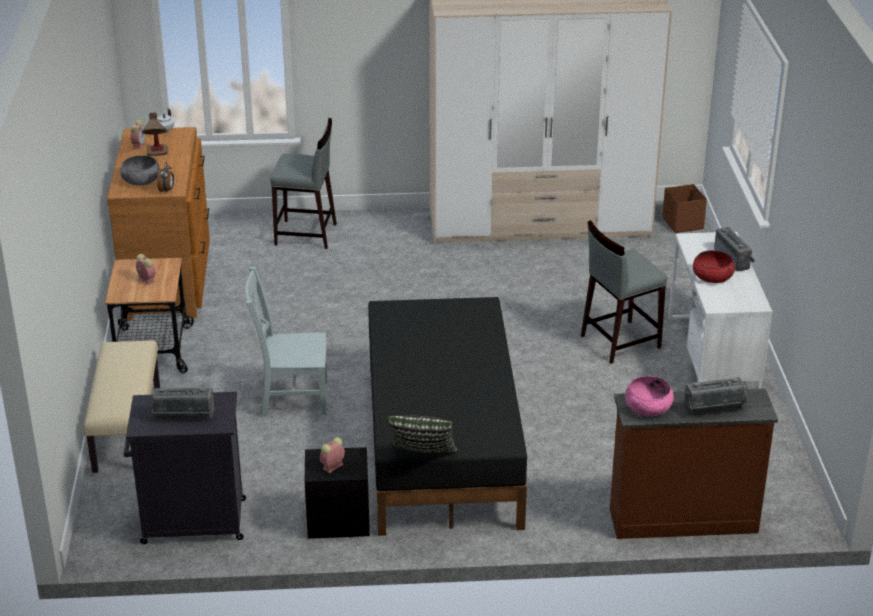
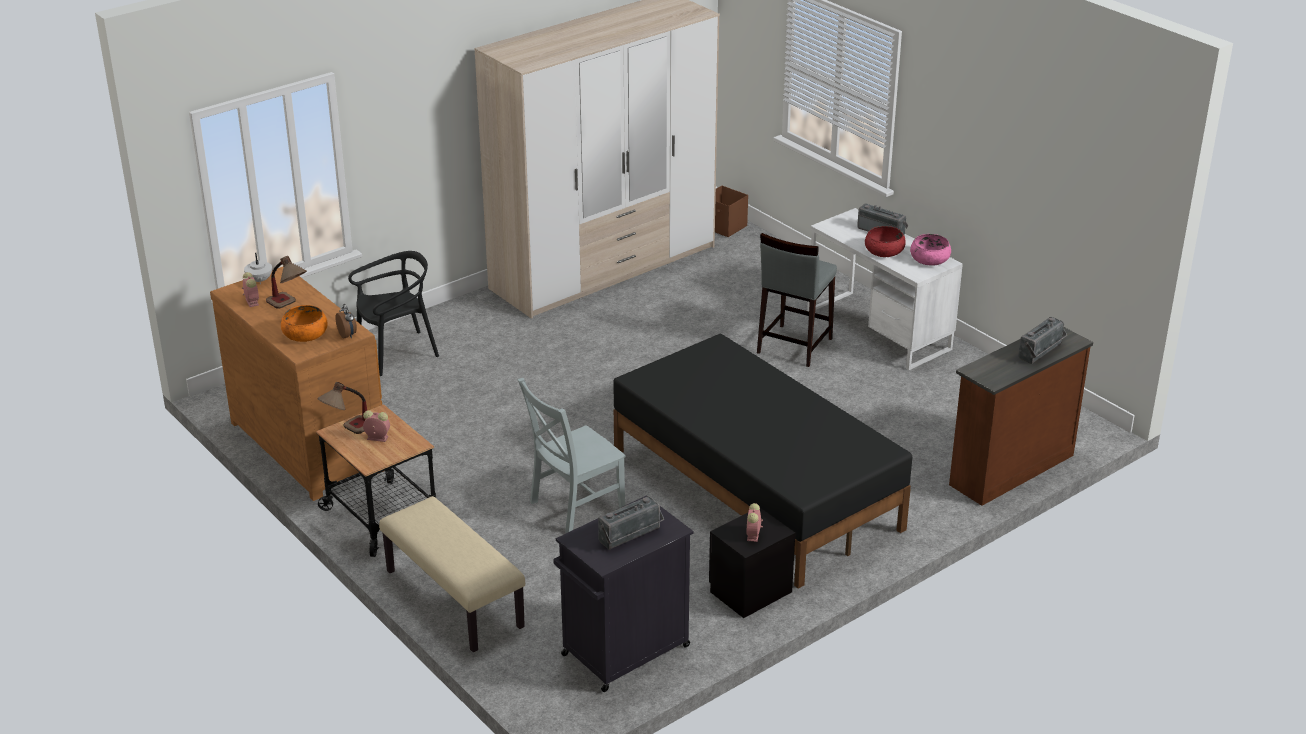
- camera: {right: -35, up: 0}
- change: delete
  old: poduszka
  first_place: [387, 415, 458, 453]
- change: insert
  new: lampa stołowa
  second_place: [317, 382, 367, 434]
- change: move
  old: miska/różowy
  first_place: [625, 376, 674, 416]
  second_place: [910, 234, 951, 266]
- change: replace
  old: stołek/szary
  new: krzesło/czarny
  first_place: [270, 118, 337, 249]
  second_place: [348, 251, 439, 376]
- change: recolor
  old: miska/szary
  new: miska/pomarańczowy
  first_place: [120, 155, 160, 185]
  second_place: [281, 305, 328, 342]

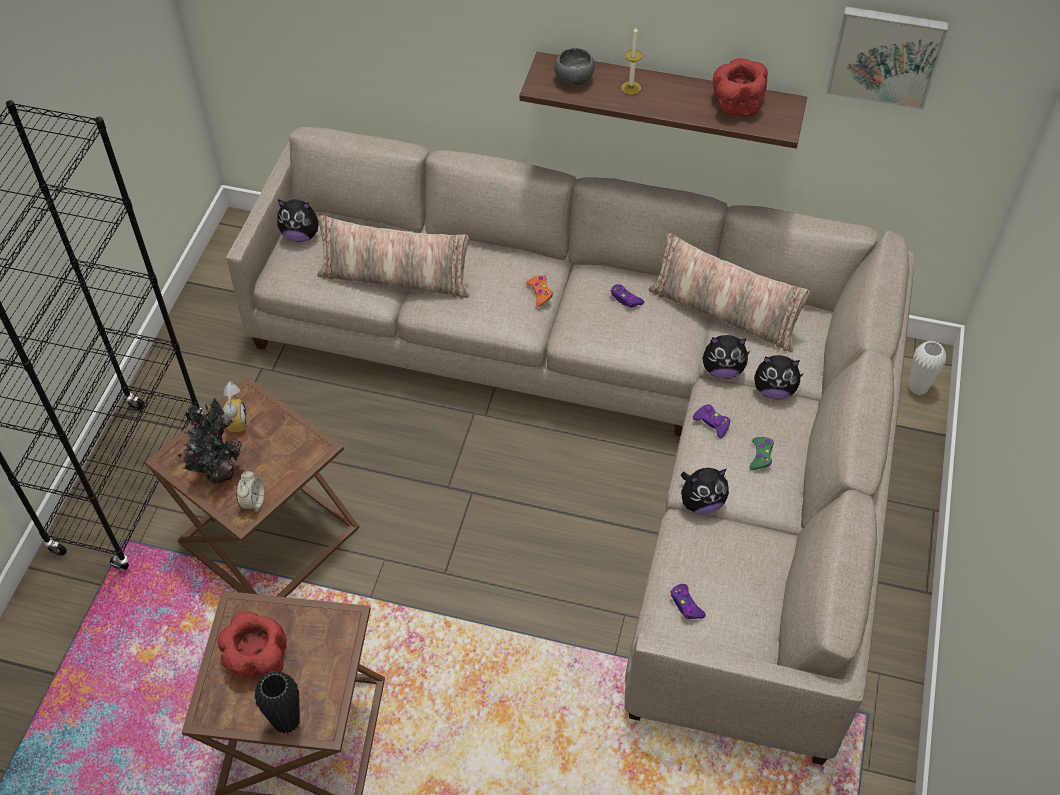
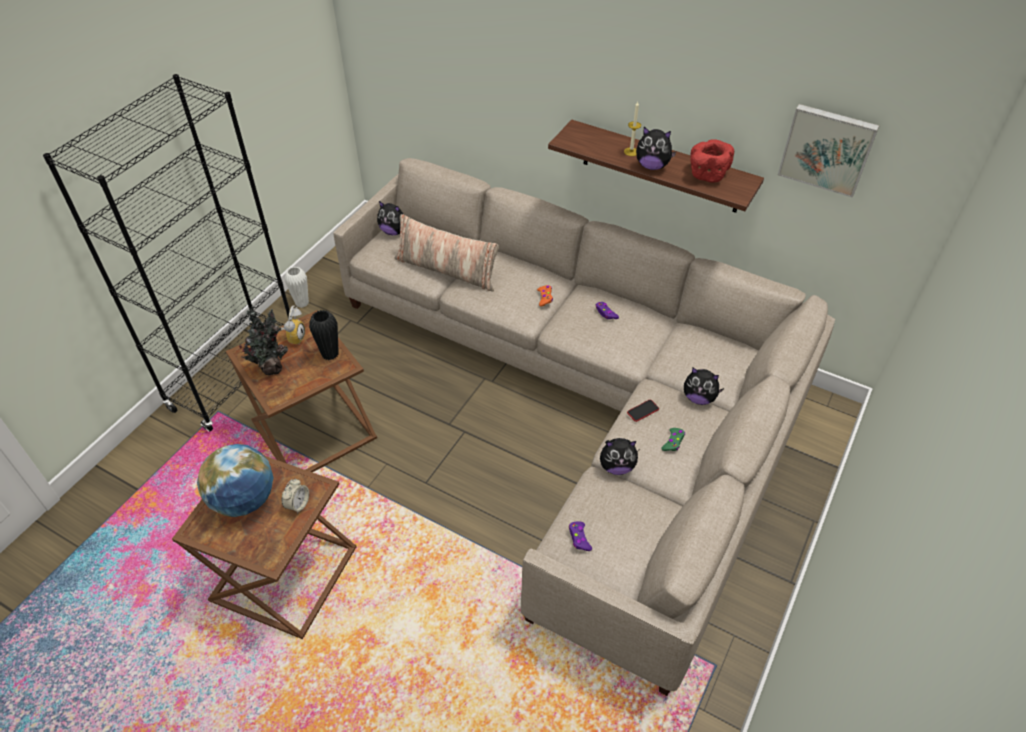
- camera: {right: 15, up: -5}
- change: delete
  old: miska/szary
  first_place: [554, 48, 594, 85]
- change: delete
  old: poduszka
  first_place: [649, 233, 810, 352]
- change: move
  old: budzik
  first_place: [236, 471, 265, 512]
  second_place: [282, 479, 309, 514]
- change: move
  old: wazon/czarny
  first_place: [254, 672, 300, 734]
  second_place: [309, 310, 339, 360]
- change: move
  old: pluszak
  first_place: [703, 335, 750, 379]
  second_place: [636, 127, 677, 170]
- change: move
  old: wazon/biały
  first_place: [909, 341, 946, 395]
  second_place: [285, 267, 309, 308]
- change: replace
  old: miska/czerwony
  new: globus
  first_place: [217, 611, 287, 677]
  second_place: [197, 444, 274, 517]
- change: replace
  old: pad do gier/fioletowy
  new: telefon
  first_place: [693, 404, 731, 438]
  second_place: [627, 400, 659, 422]

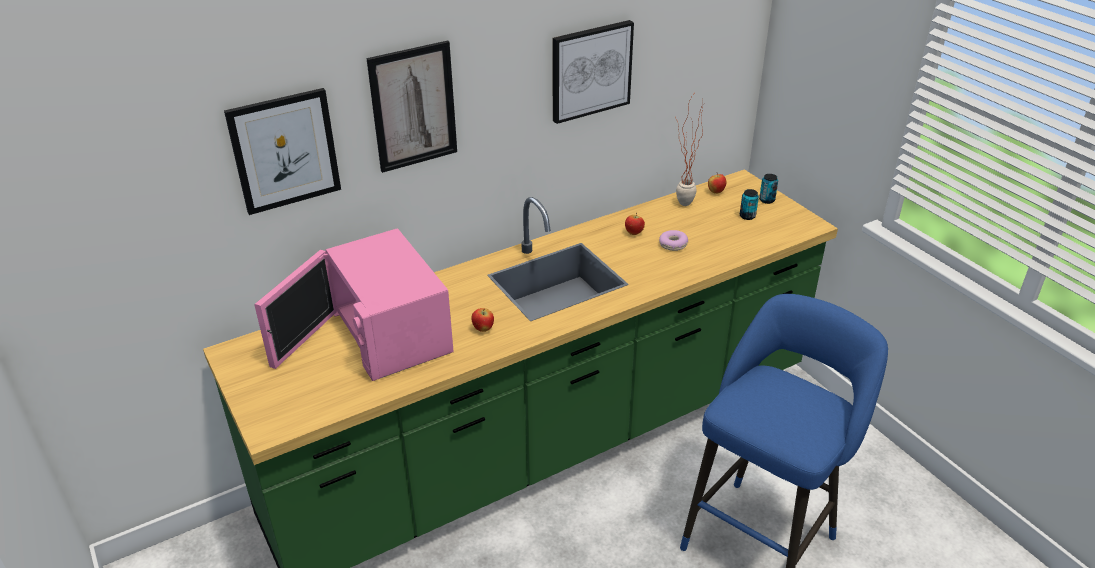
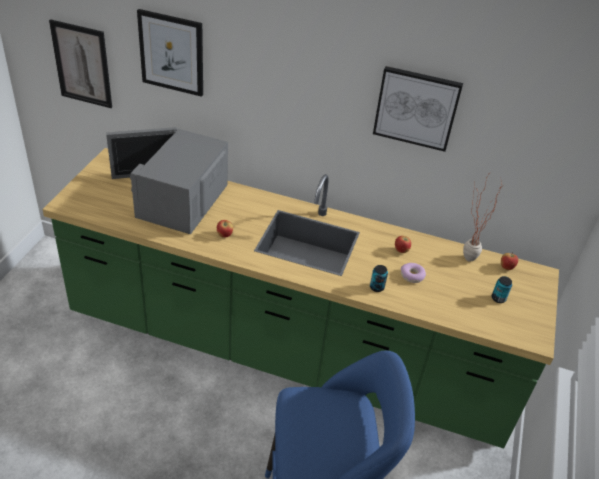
- camera: {right: 45, up: 5}
- change: move
  old: obraz
  first_place: [366, 40, 457, 173]
  second_place: [49, 19, 112, 108]
- change: move
  old: puszka
  first_place: [759, 174, 778, 204]
  second_place: [370, 265, 388, 292]
- change: recolor
  old: mikrofalówka/różowy
  new: mikrofalówka/szary
  first_place: [254, 228, 454, 381]
  second_place: [106, 127, 228, 234]

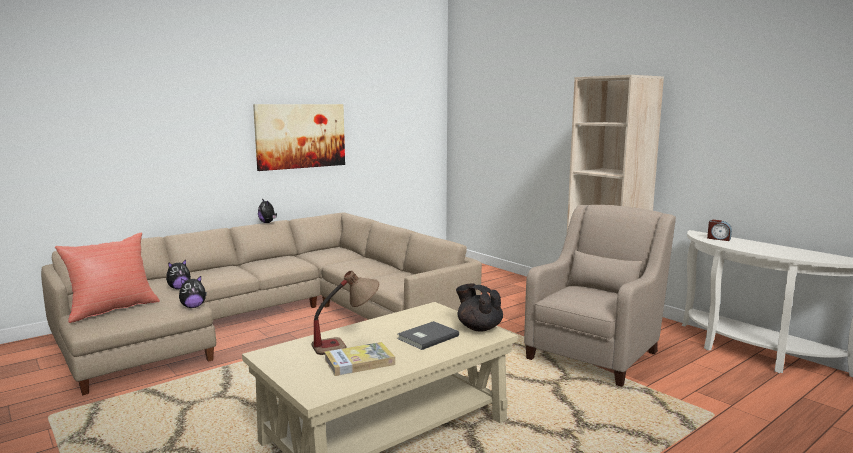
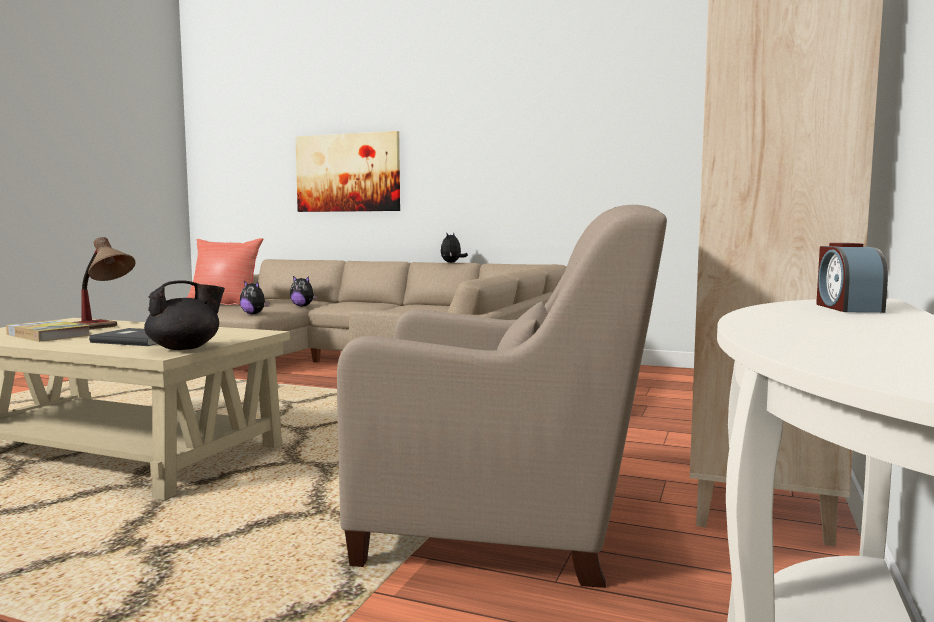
- camera: {right: 60, up: -5}
- change: move
  old: obraz
  first_place: [253, 104, 345, 171]
  second_place: [295, 131, 400, 212]
- change: rotate
  old: imbryk/czarny
  first_place: [456, 283, 503, 332]
  second_place: [144, 280, 225, 350]
  degrees: 45

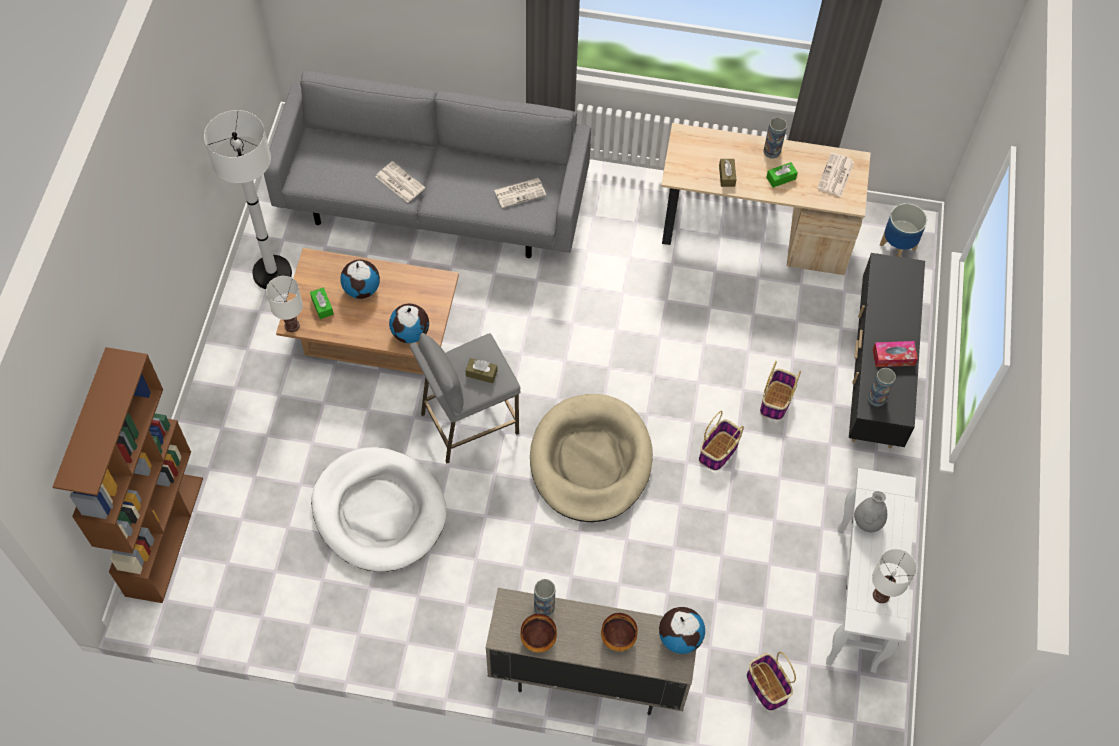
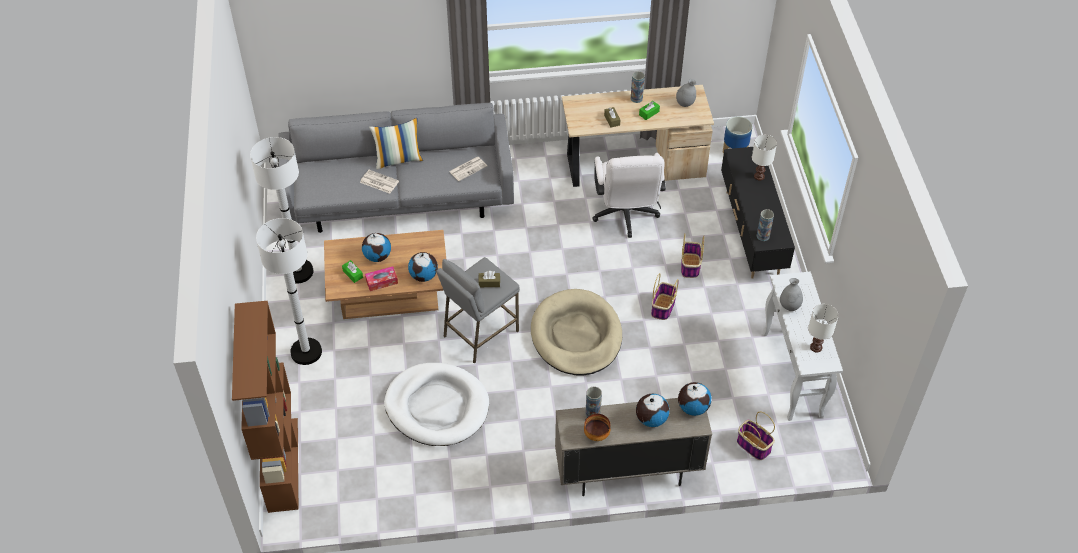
- camera: {right: -15, up: -10}
- change: insert
  new: lampa stojąca/biały
  second_place: [256, 218, 322, 365]
- change: insert
  new: poduszka
  second_place: [369, 118, 423, 169]
- change: insert
  new: krzesło biurowe/biały
  second_place: [592, 153, 666, 238]
- change: move
  old: lampa stołowa/biały
  first_place: [266, 276, 303, 332]
  second_place: [752, 135, 777, 181]
- change: move
  old: pudełko chusteczek
  first_place: [873, 341, 918, 367]
  second_place: [365, 266, 398, 291]
- change: replace
  old: miska
  new: globus
  first_place: [601, 613, 638, 652]
  second_place: [636, 394, 670, 427]
- change: replace
  old: gazeta
  new: wazon/szary
  first_place: [817, 153, 854, 197]
  second_place: [676, 79, 696, 107]

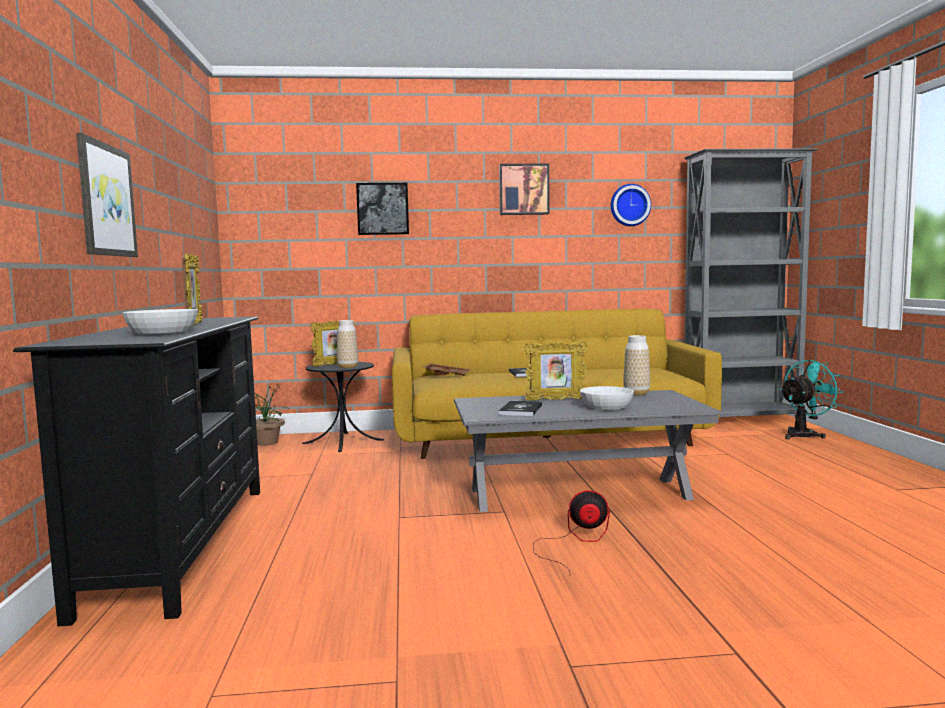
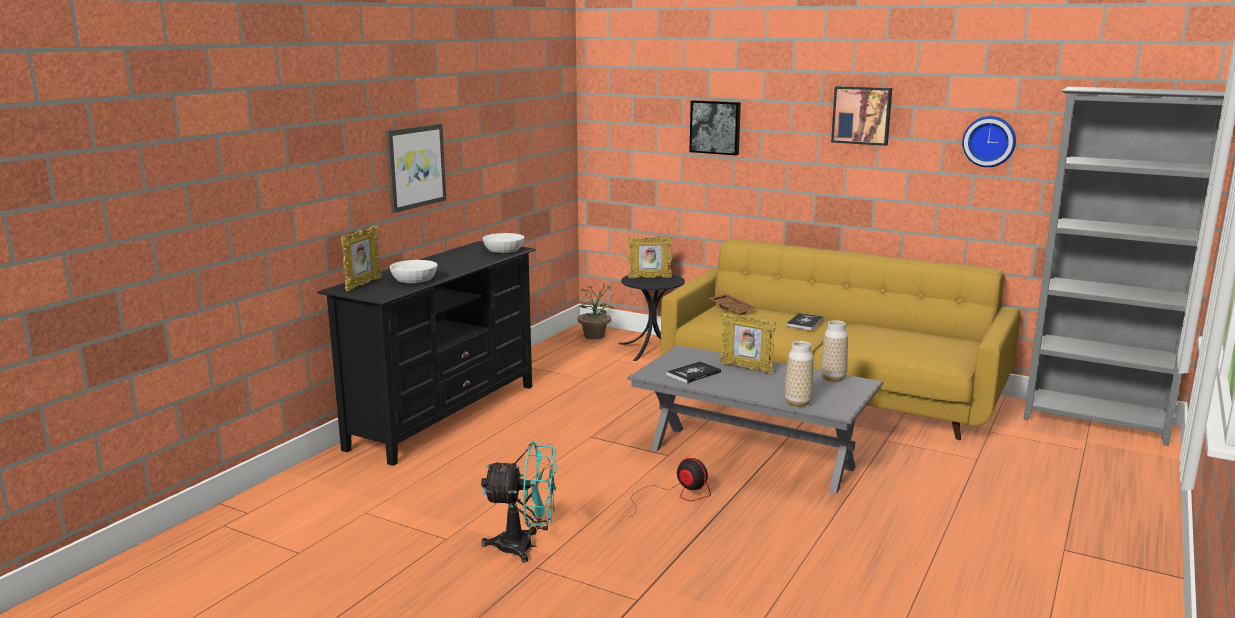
- camera: {right: 35, up: 10}
- change: move
  old: ramka na zdjęcie
  first_place: [182, 254, 203, 325]
  second_place: [341, 225, 382, 291]
- change: move
  old: wazon
  first_place: [337, 320, 358, 368]
  second_place: [785, 341, 813, 407]
- change: move
  old: miska/biały
  first_place: [580, 386, 634, 410]
  second_place: [483, 233, 524, 253]
- change: move
  old: wentylator/turkusowy
  first_place: [780, 360, 844, 439]
  second_place: [481, 441, 557, 563]

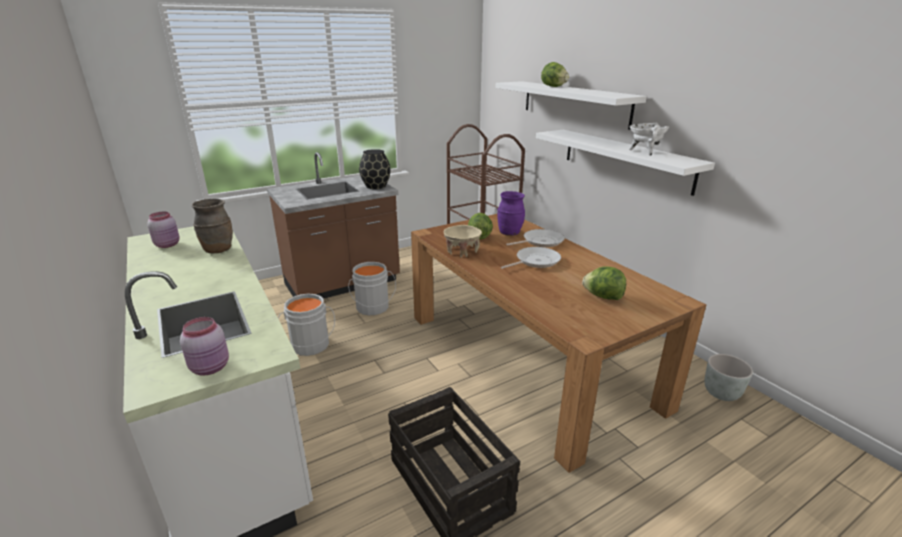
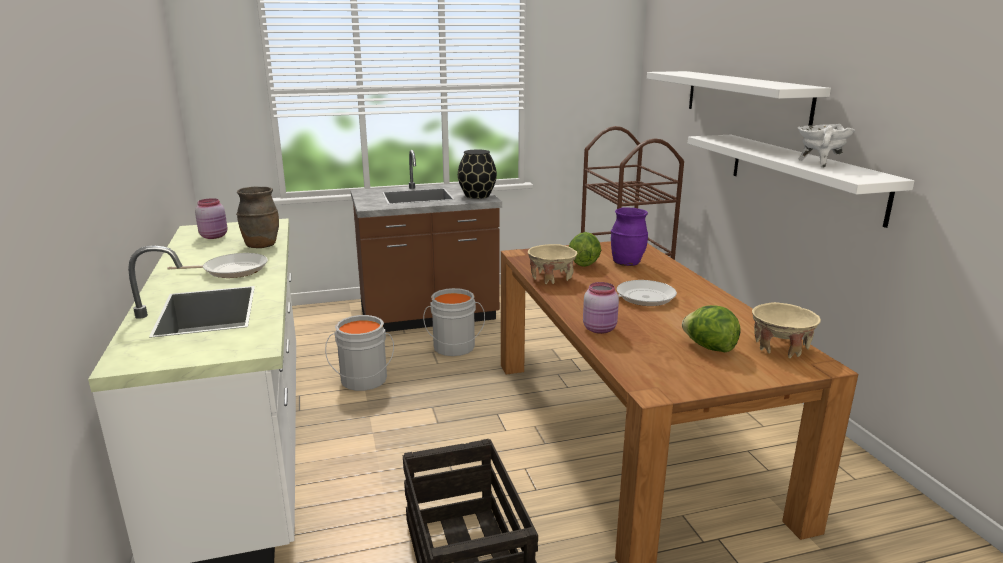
- camera: {right: 15, up: -5}
- change: delete
  old: sałata
  first_place: [541, 62, 569, 87]
- change: delete
  old: donica/szary
  first_place: [704, 354, 753, 401]
- change: insert
  new: miska/beżowy
  second_place: [752, 302, 821, 358]
- change: move
  old: słoik/różowy
  first_place: [180, 317, 229, 376]
  second_place: [583, 282, 619, 334]
- change: move
  old: patelnia
  first_place: [506, 229, 564, 247]
  second_place: [167, 253, 268, 278]

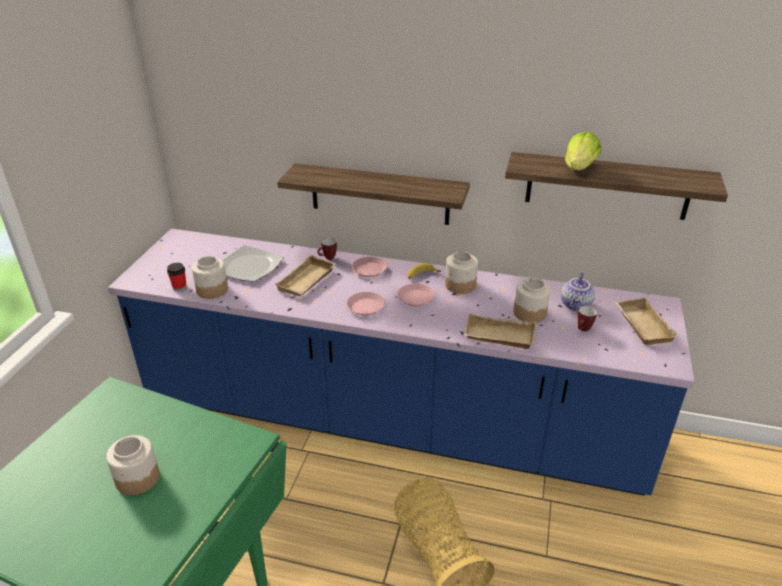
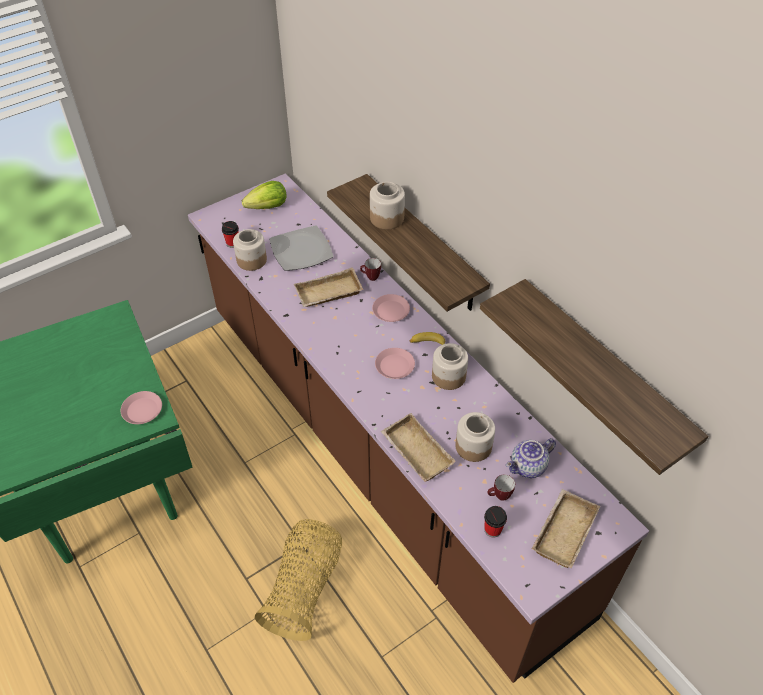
- camera: {right: 40, up: 15}
- change: insert
  new: filiżanka
  second_place: [484, 506, 507, 538]
- change: move
  old: słoik
  first_place: [106, 435, 160, 495]
  second_place: [370, 182, 405, 230]
- change: move
  old: talerz/różowy
  first_place: [347, 292, 385, 315]
  second_place: [121, 391, 162, 424]
- change: move
  old: sałata
  first_place: [565, 131, 601, 170]
  second_place: [242, 181, 286, 209]
- change: recolor
  old: zabudowa kuchenna/niebieski
  new: zabudowa kuchenna/brązowy
  first_place: [108, 229, 695, 496]
  second_place: [188, 173, 649, 683]

